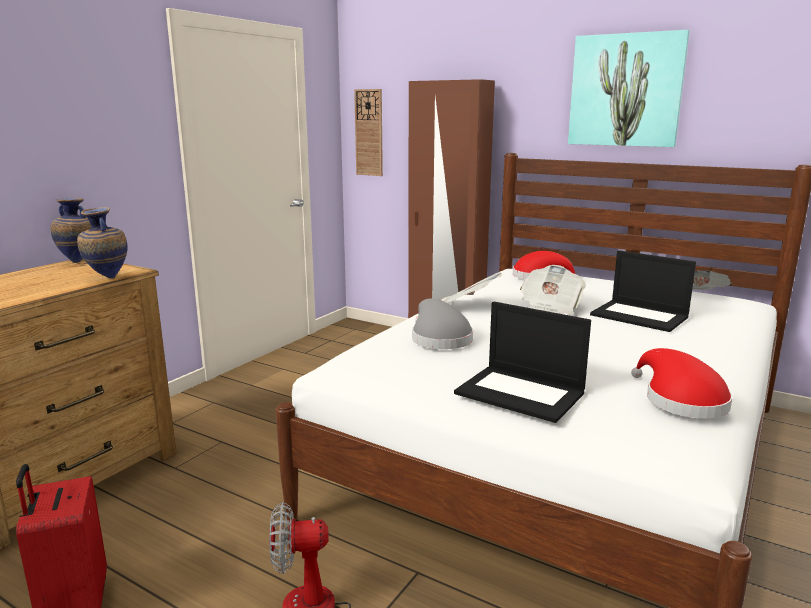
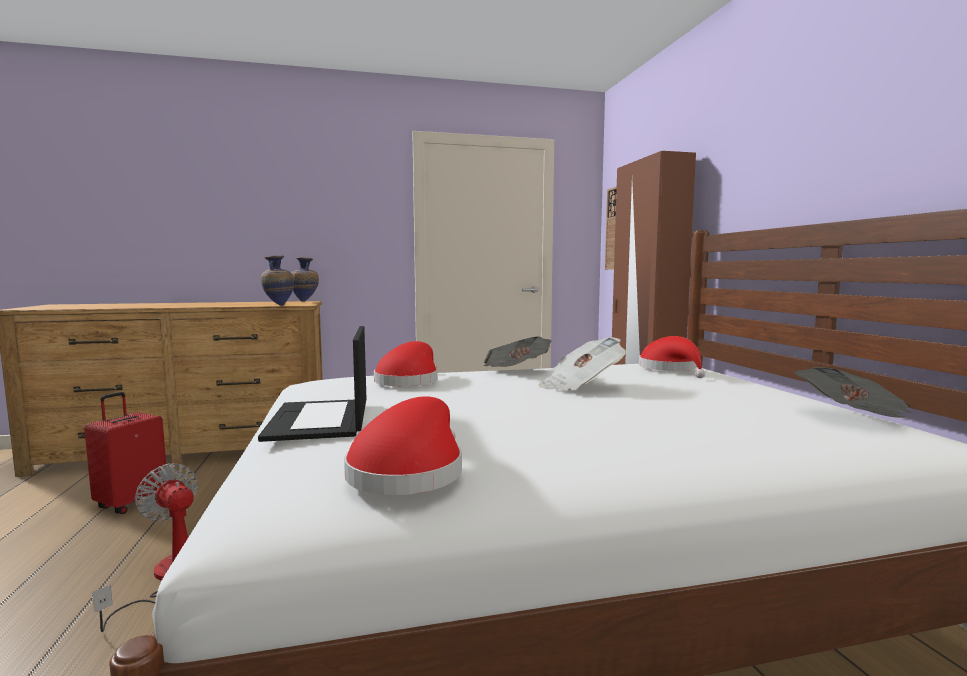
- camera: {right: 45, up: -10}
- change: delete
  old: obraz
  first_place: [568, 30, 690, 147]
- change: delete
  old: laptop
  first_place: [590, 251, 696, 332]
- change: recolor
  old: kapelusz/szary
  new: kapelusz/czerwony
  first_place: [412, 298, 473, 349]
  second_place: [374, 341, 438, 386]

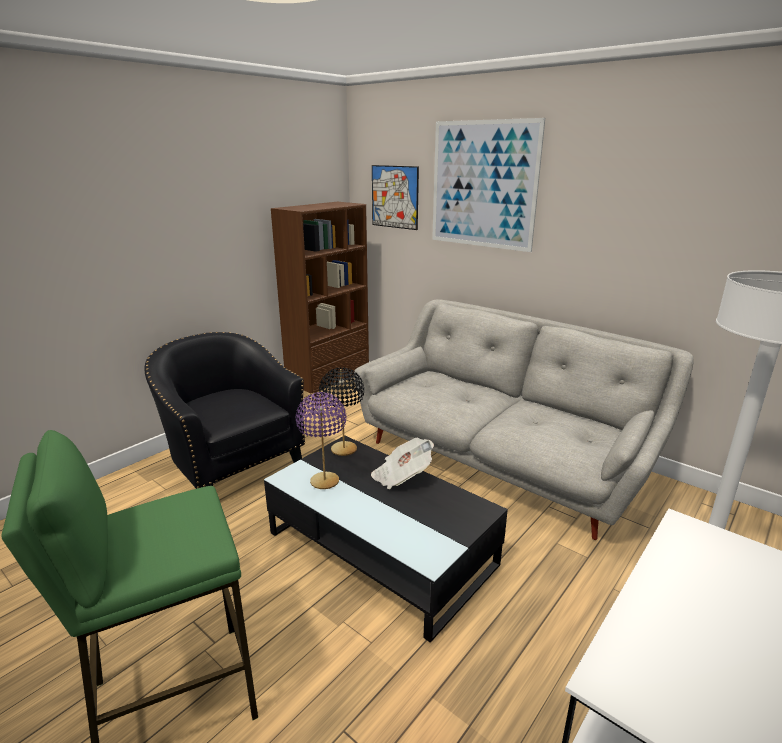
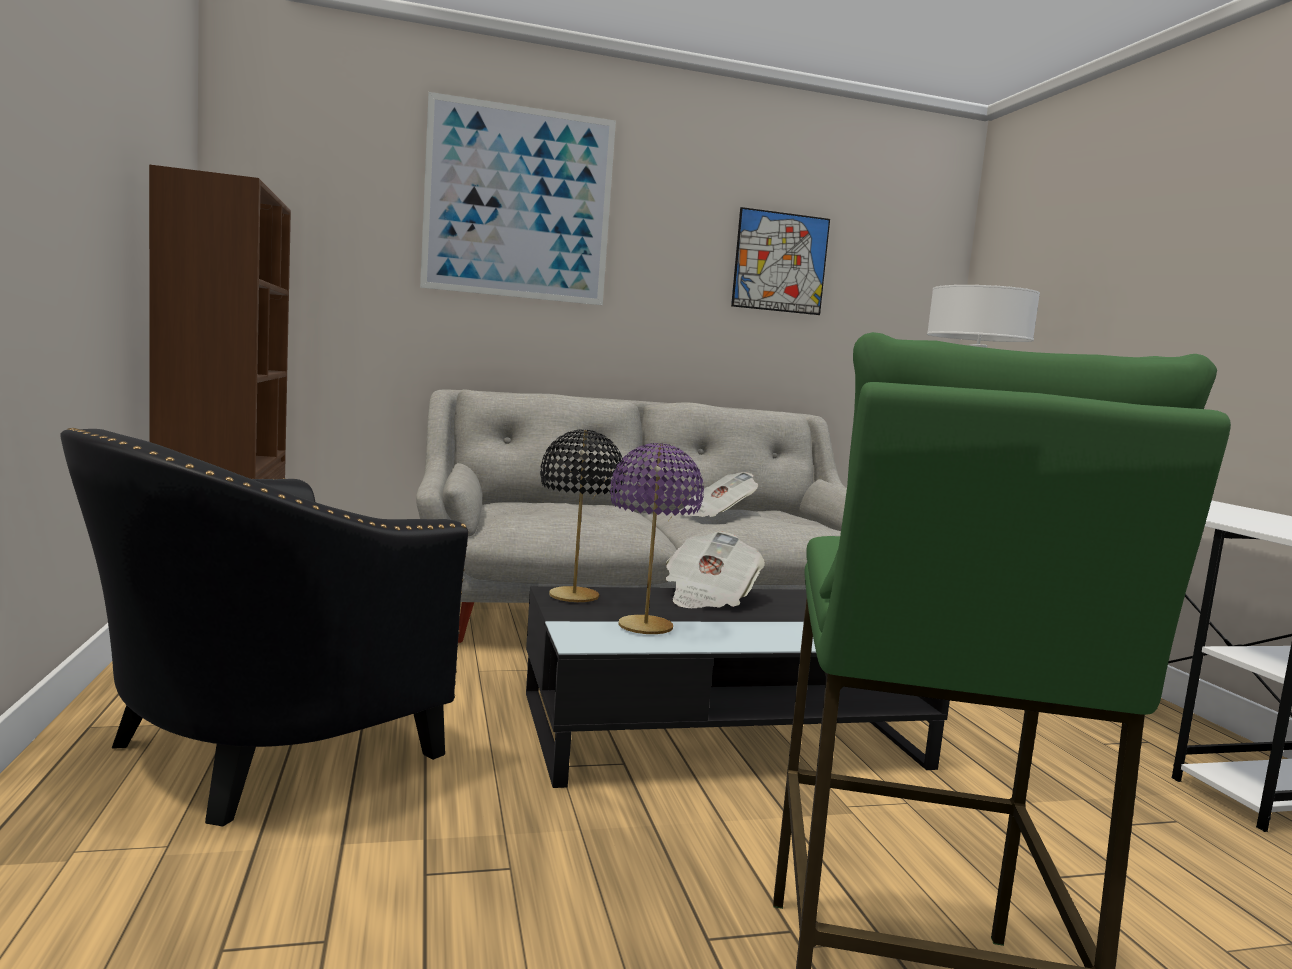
- camera: {right: -55, up: -15}
- change: insert
  new: gazeta
  second_place: [679, 472, 758, 517]
- change: move
  old: obraz
  first_place: [372, 165, 419, 230]
  second_place: [731, 207, 830, 315]
- change: rotate
  old: fotel/czarny
  first_place: [145, 332, 305, 489]
  second_place: [60, 428, 469, 827]
  degrees: -45

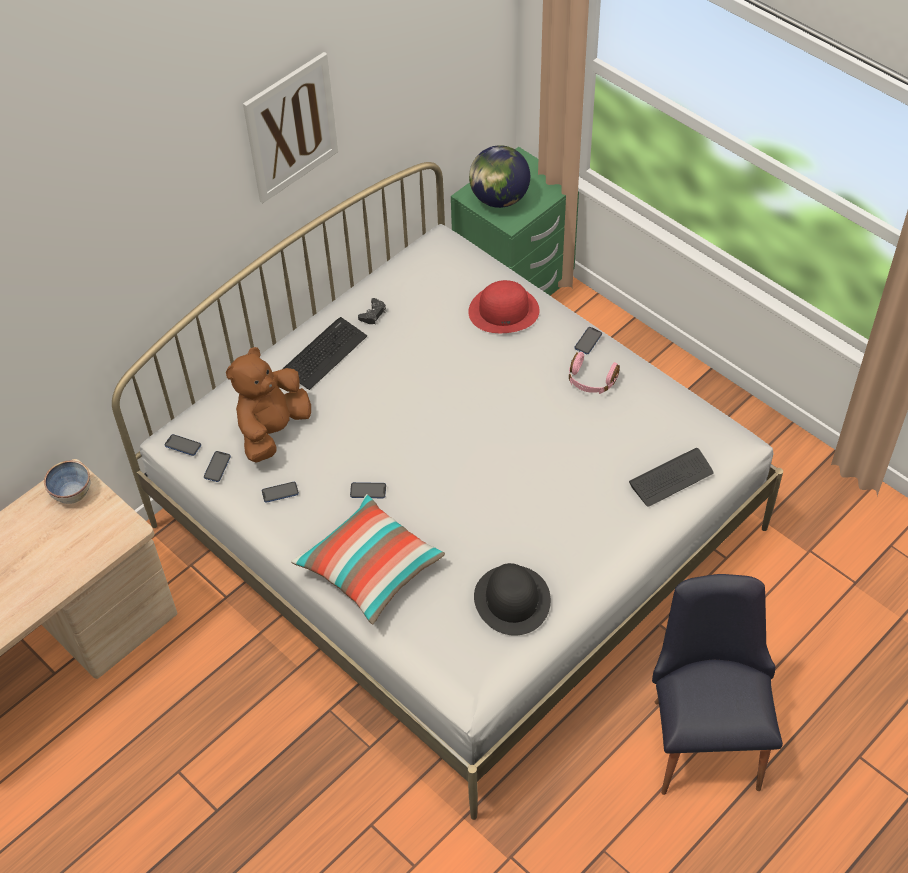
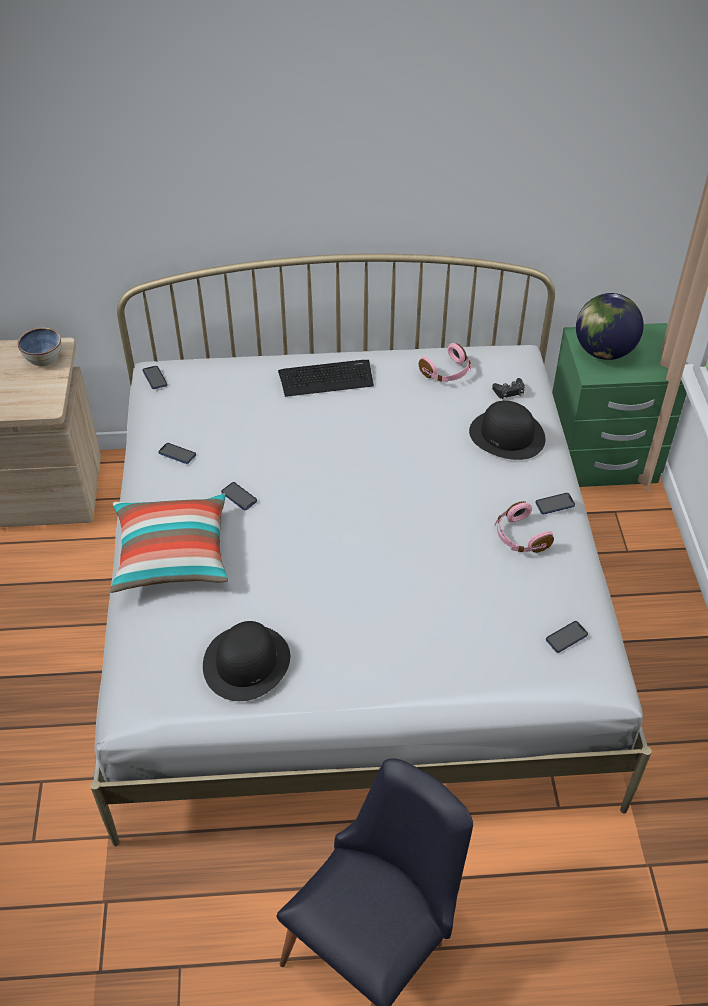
- camera: {right: 40, up: -5}
- change: delete
  old: pluszak/brązowy
  first_place: [226, 347, 311, 463]
- change: delete
  old: obraz
  first_place: [243, 52, 338, 203]
- change: delete
  old: klawiatura
  first_place: [629, 448, 714, 507]
- change: insert
  new: słuchawki/różowy
  second_place: [419, 343, 471, 382]
- change: move
  old: telefon
  first_place: [204, 451, 231, 482]
  second_place: [546, 621, 588, 653]
- change: move
  old: pad do gier/czarny
  first_place: [358, 298, 387, 325]
  second_place: [492, 378, 525, 400]
- change: recolor
  old: kapelusz/czerwony
  new: kapelusz/czarny
  first_place: [468, 280, 539, 333]
  second_place: [469, 401, 545, 460]

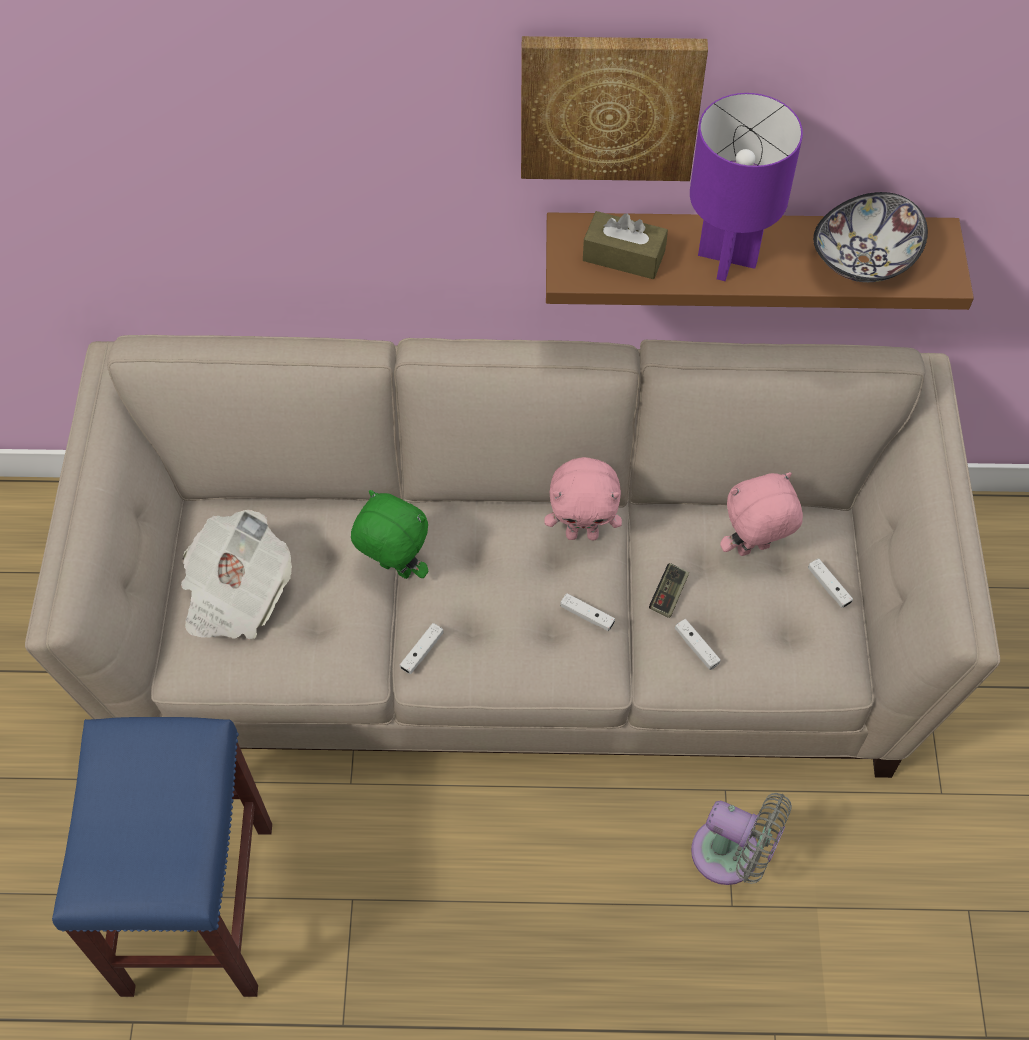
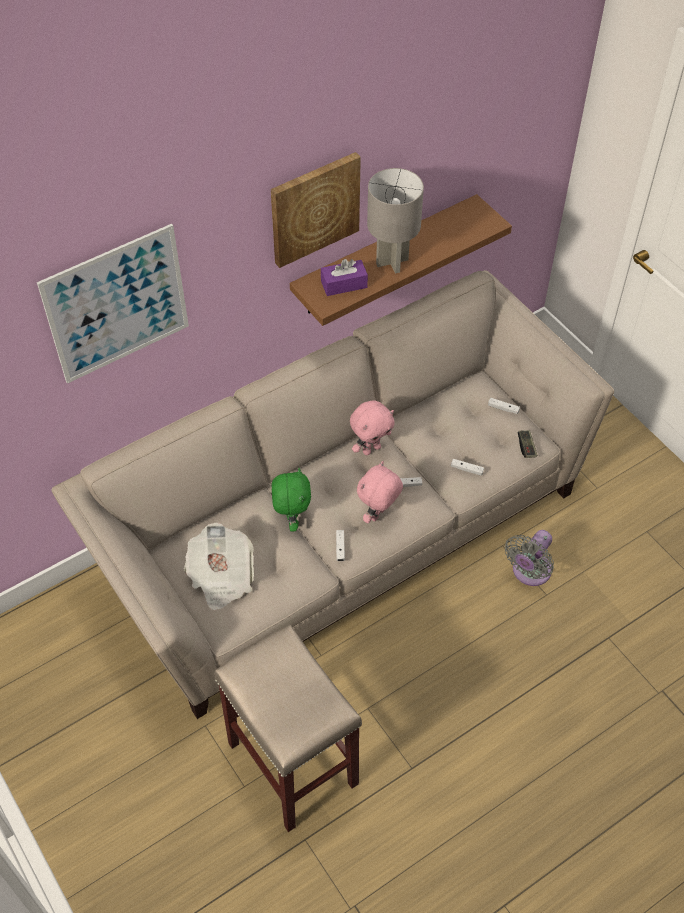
- camera: {right: -35, up: -5}
- change: delete
  old: miska
  first_place: [813, 192, 928, 282]
- change: insert
  new: obraz
  second_place: [37, 224, 189, 384]
- change: move
  old: pad do gier
  first_place: [649, 563, 689, 618]
  second_place: [518, 430, 537, 458]
- change: move
  old: pluszak/różowy
  first_place: [720, 472, 803, 556]
  second_place: [357, 461, 403, 523]
- change: recolor
  old: stołek/niebieski
  new: stołek/beżowy
  first_place: [52, 717, 272, 997]
  second_place: [214, 624, 362, 832]
- change: recolor
  old: pudełko chusteczek/brązowy
  new: pudełko chusteczek/fioletowy
  first_place: [583, 211, 668, 279]
  second_place: [321, 259, 368, 296]
- change: recolor
  old: lampa stołowa/fioletowy
  new: lampa stołowa/szary
  first_place: [690, 93, 803, 281]
  second_place: [367, 168, 424, 274]
- change: rotate
  old: pluszak/zielony
  first_place: [351, 490, 428, 579]
  second_place: [272, 468, 311, 532]
  degrees: 90
- change: rotate
  old: wentylator/szary
  first_place: [691, 793, 792, 885]
  second_place: [505, 530, 554, 586]
  degrees: 135

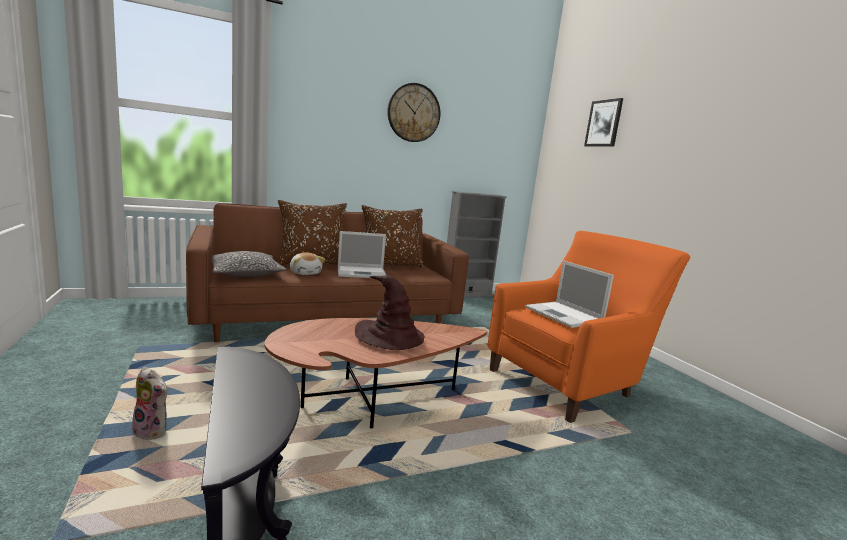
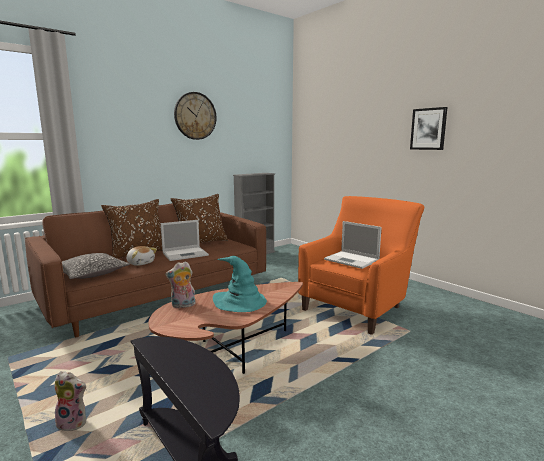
- camera: {right: -15, up: 0}
- change: insert
  new: pluszak
  second_place: [165, 261, 196, 309]
- change: move
  old: obraz
  first_place: [584, 98, 623, 147]
  second_place: [410, 107, 447, 150]
- change: recolor
  old: kapelusz/brązowy
  new: kapelusz/turkusowy
  first_place: [355, 275, 424, 350]
  second_place: [213, 256, 267, 312]

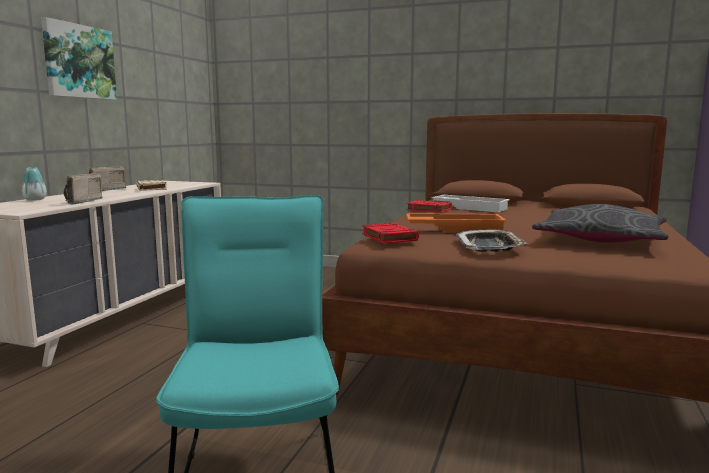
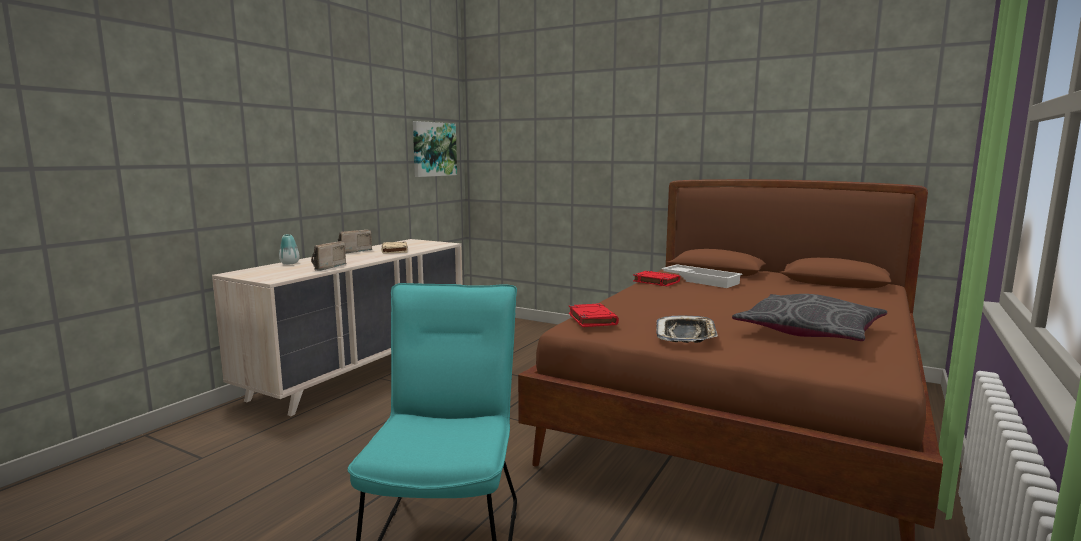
- camera: {right: 10, up: 0}
- change: delete
  old: taca/pomarańczowy
  first_place: [406, 213, 506, 233]
- change: move
  old: obraz
  first_place: [41, 17, 117, 100]
  second_place: [413, 121, 457, 177]

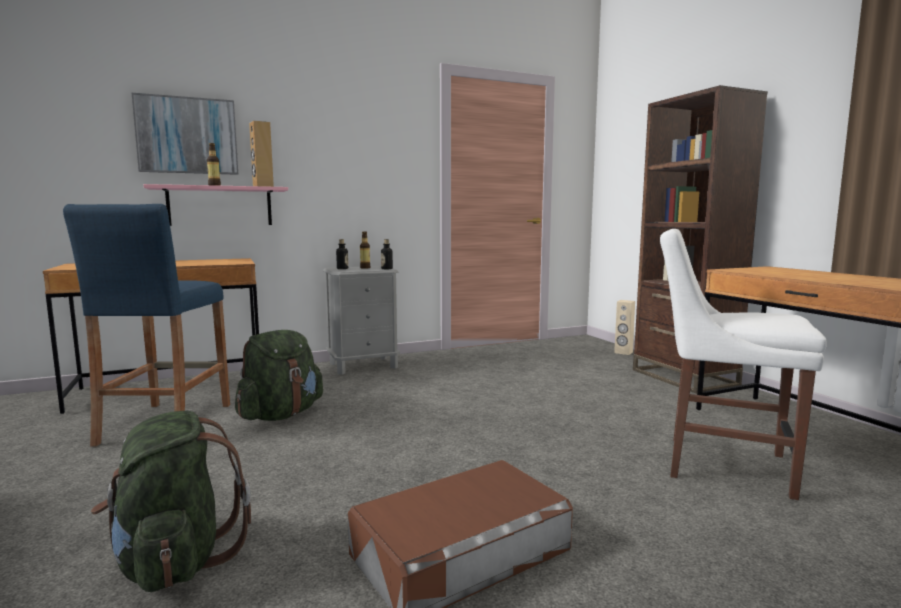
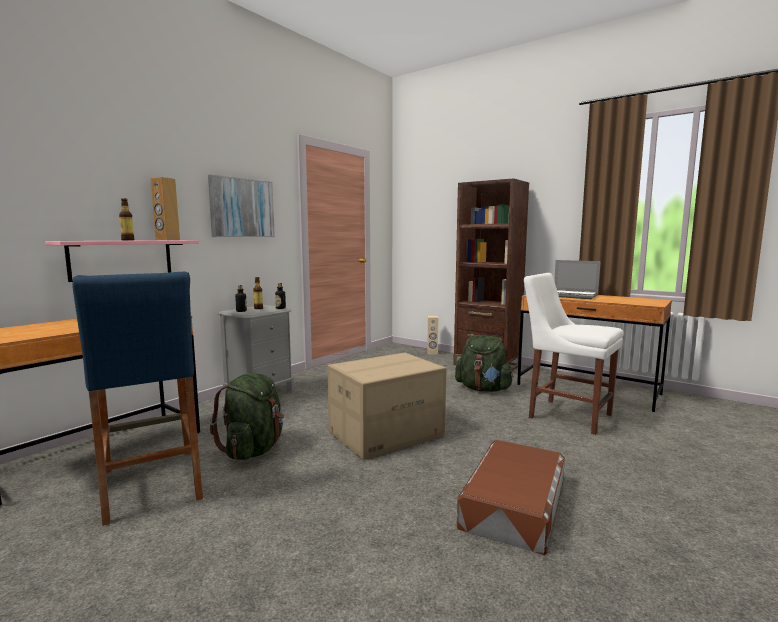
- camera: {right: -30, up: 0}
- change: insert
  new: karton
  second_place: [328, 352, 447, 460]
- change: insert
  new: laptop
  second_place: [554, 260, 601, 299]
- change: move
  old: plecak/zielony
  first_place: [91, 410, 251, 592]
  second_place: [455, 335, 514, 392]
- change: move
  old: obraz
  first_place: [132, 93, 238, 175]
  second_place: [208, 175, 275, 237]
- change: rotate
  old: krzesło/biały
  first_place: [660, 229, 827, 500]
  second_place: [524, 273, 624, 435]
  degrees: 45

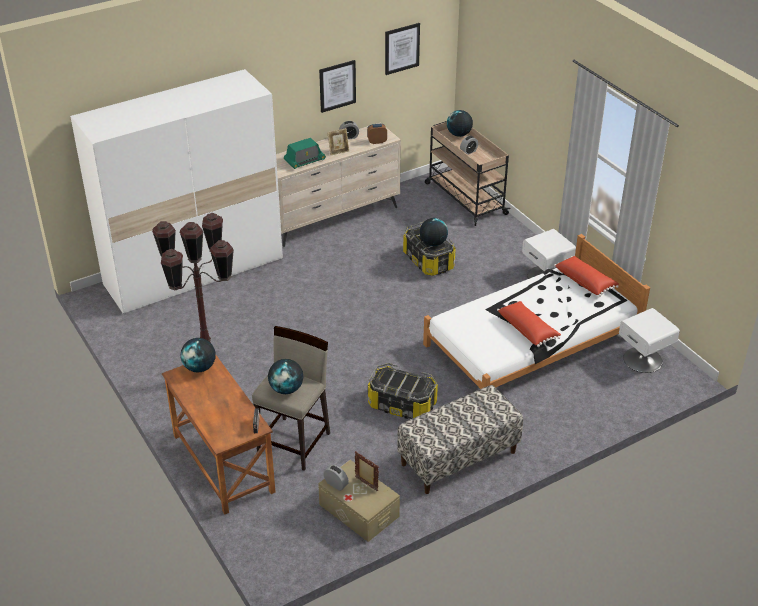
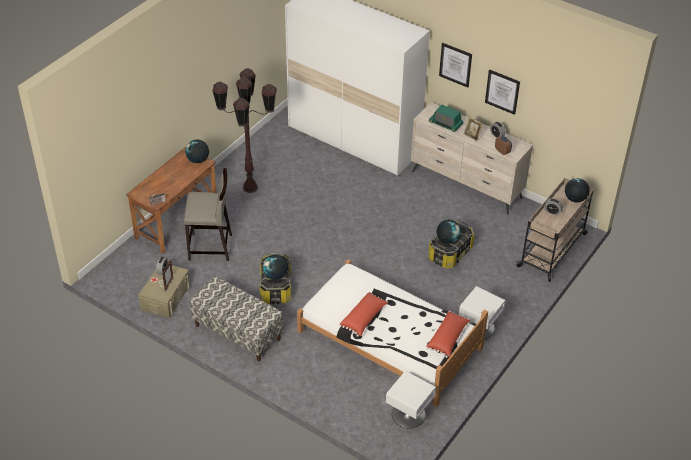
- camera: {right: 65, up: 5}
- change: move
  old: globus
  first_place: [268, 359, 303, 394]
  second_place: [263, 255, 288, 280]
- change: move
  old: obraz
  first_place: [385, 23, 420, 75]
  second_place: [439, 43, 472, 88]

